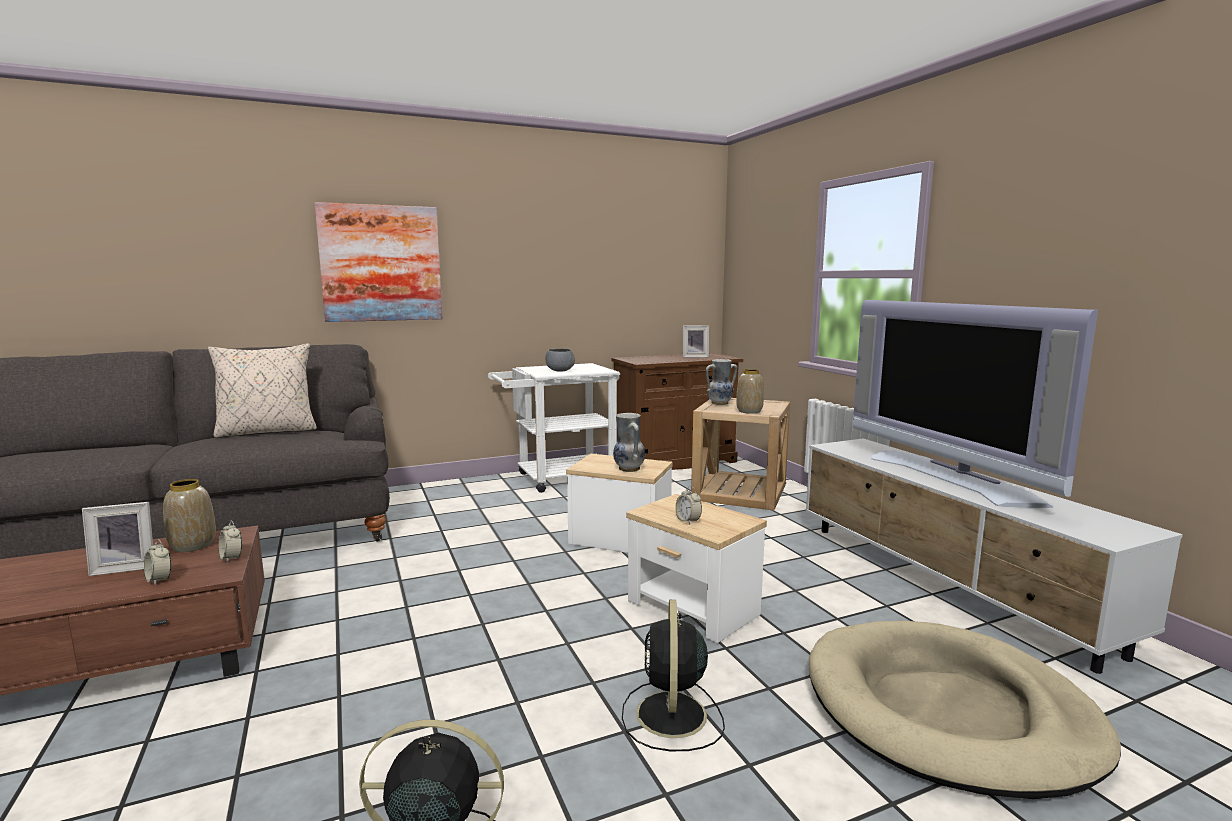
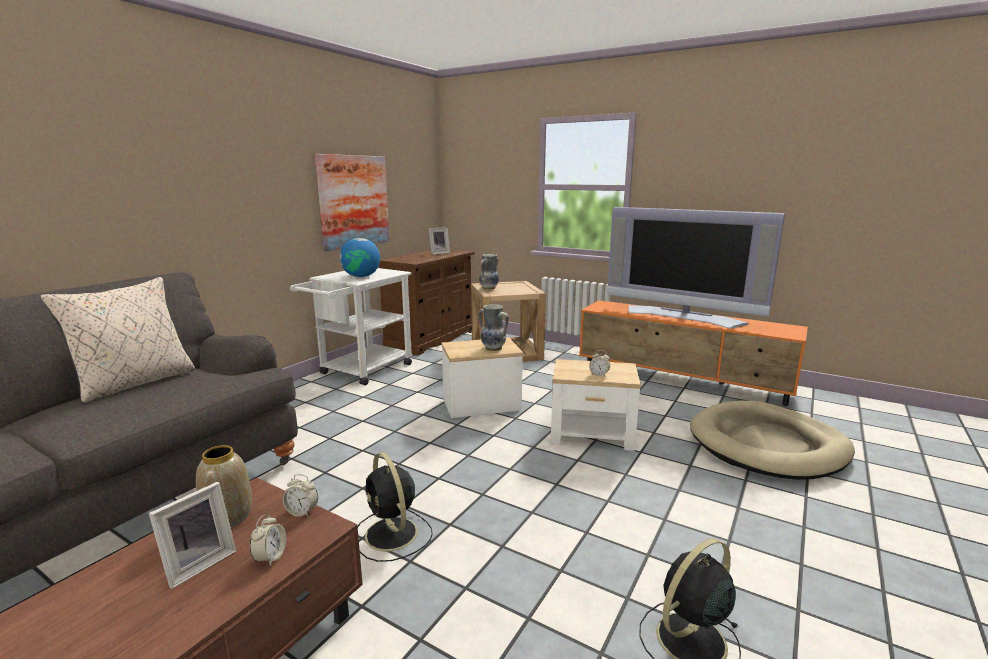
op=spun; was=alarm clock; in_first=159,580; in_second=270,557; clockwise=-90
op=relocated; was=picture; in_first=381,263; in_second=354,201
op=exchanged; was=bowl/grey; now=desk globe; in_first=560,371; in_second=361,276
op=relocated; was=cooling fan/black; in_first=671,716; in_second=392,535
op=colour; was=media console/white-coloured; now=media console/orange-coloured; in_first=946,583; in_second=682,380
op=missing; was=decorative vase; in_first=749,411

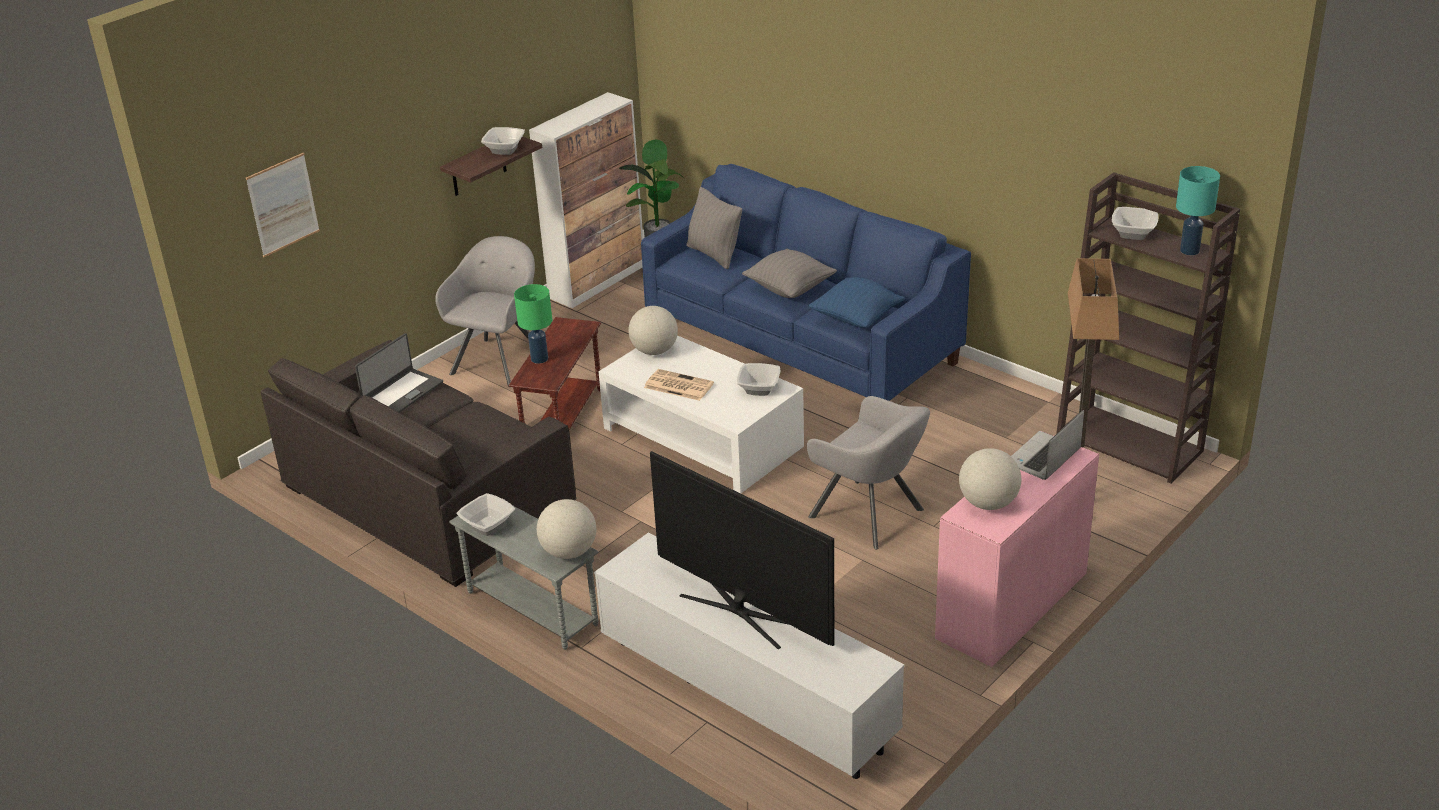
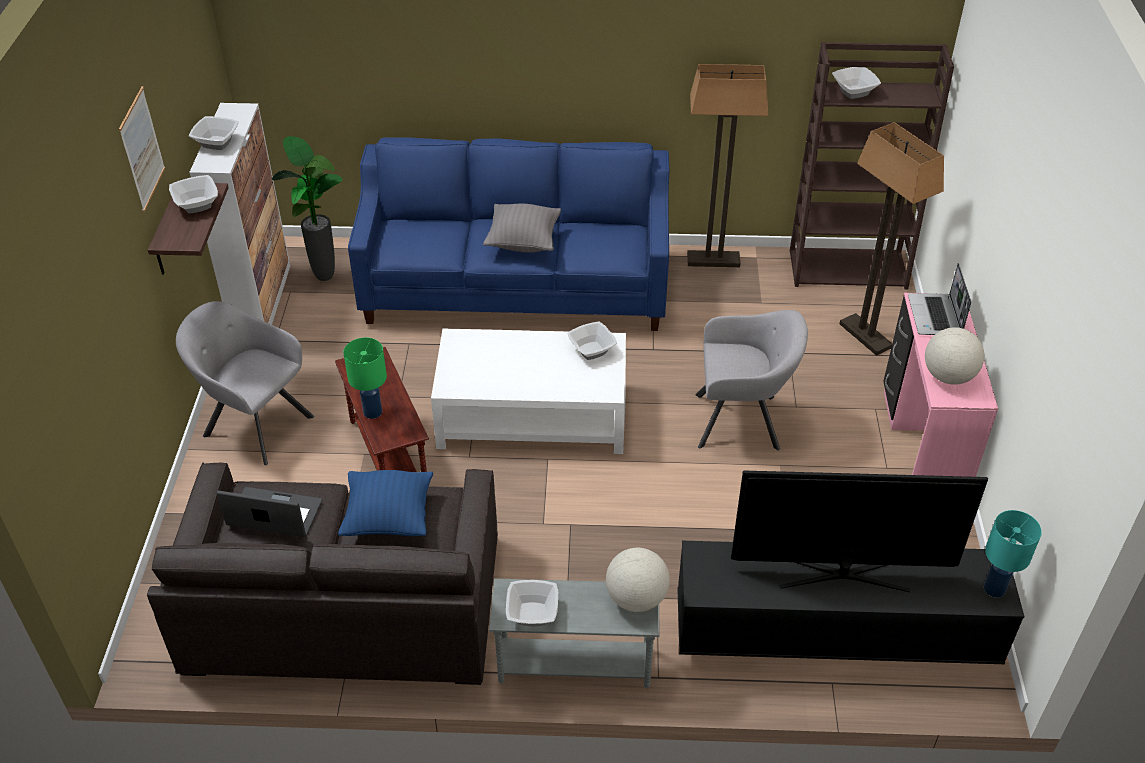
op=relocated; was=picture; in_first=283,204; in_second=142,149
op=spun; was=lounge chair/grey; in_first=499,359; in_second=254,424; clockwise=-45
op=appeared; now=bowl; in_second=217,143
op=spun; was=laptop; in_first=402,392; in_second=274,515; clockwise=-75
op=relocated; was=pillow/blue-coloured; in_first=856,319; in_second=388,518
op=colour; was=media console/white-coloured; now=media console/black; in_first=746,693; in_second=831,638
op=appeared; now=standing lamp; in_second=713,260
op=relocated; was=tabletop lamp/blue-green; in_first=1189,251; in_second=994,589
op=missing; was=desk globe; in_first=654,351
op=missing; was=daily paper; in_first=677,386
op=missing; was=pillow/grey; in_first=714,254

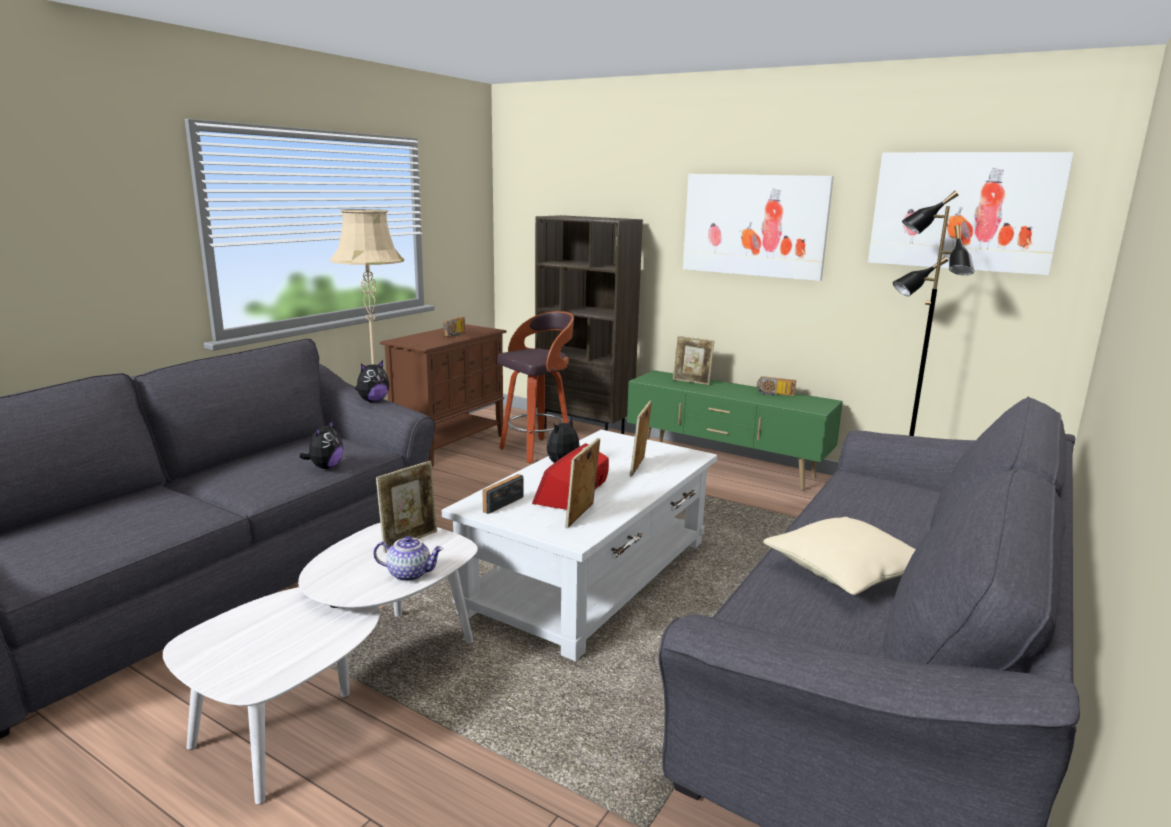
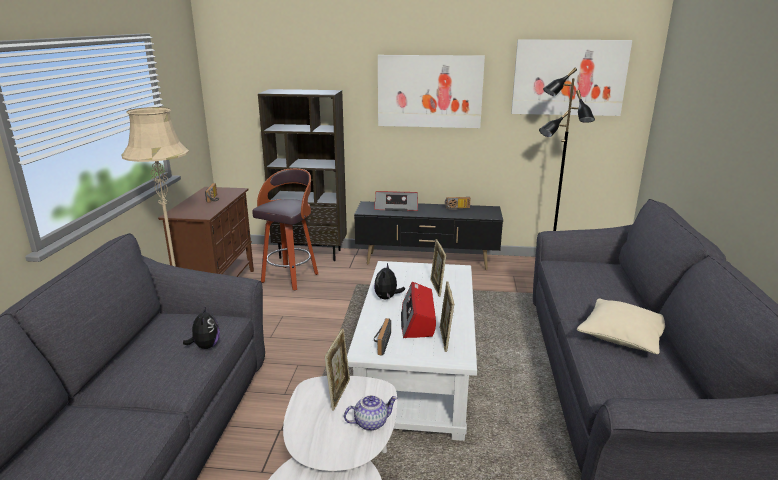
op=colour; was=media console/greenish; now=media console/black; in_first=726,466; in_second=427,262
op=exchanged; was=picture frame; now=radio; in_first=691,382; in_second=396,207
op=missing; was=cuddly toy; in_first=373,401

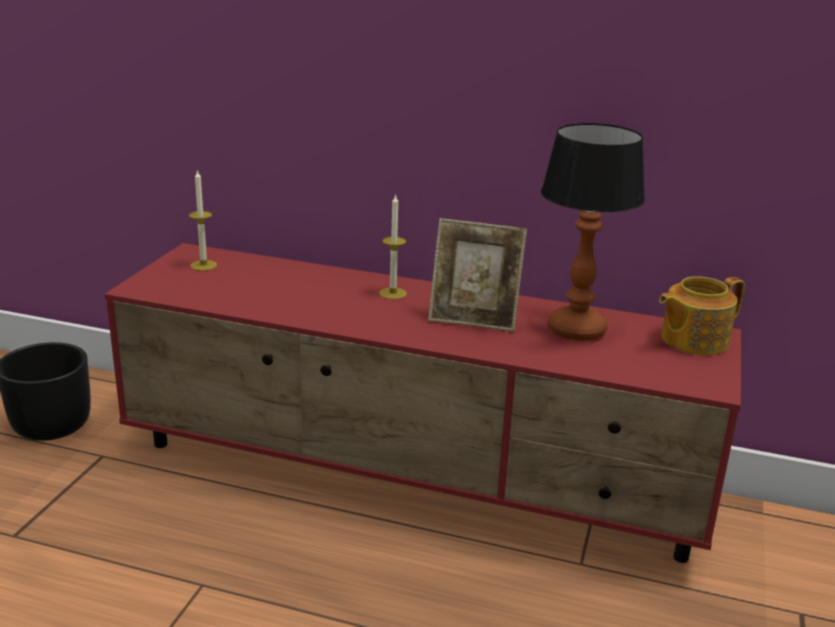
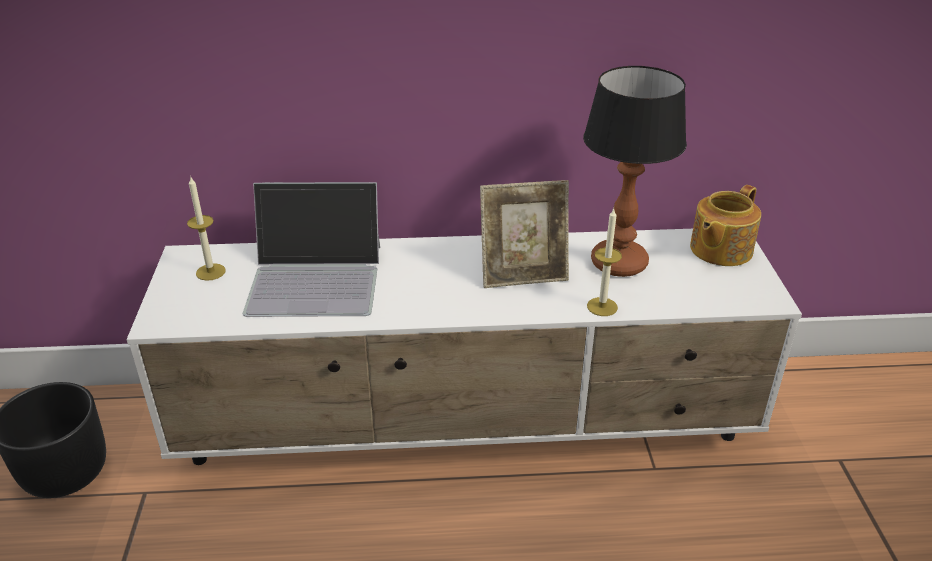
op=colour; was=media console/reddish; now=media console/white-coloured; in_first=414,480; in_second=469,425
op=appeared; now=laptop; in_second=316,278
op=relocated; was=wax light; in_first=393,293; in_second=602,307

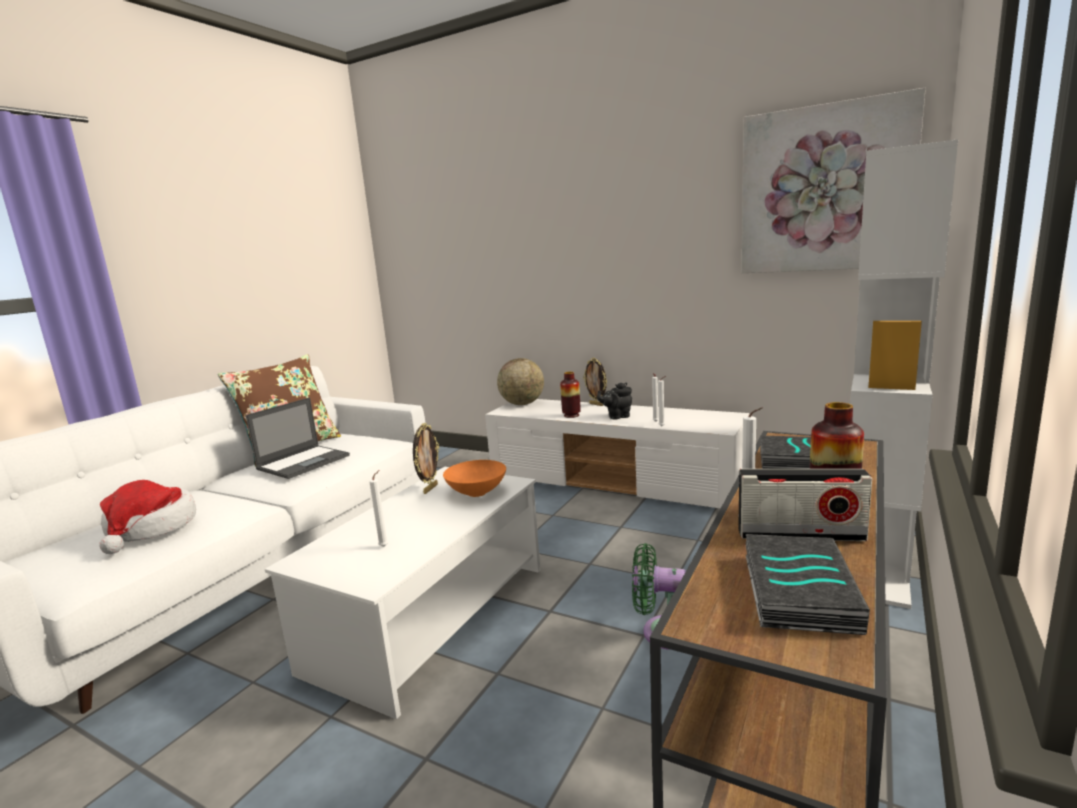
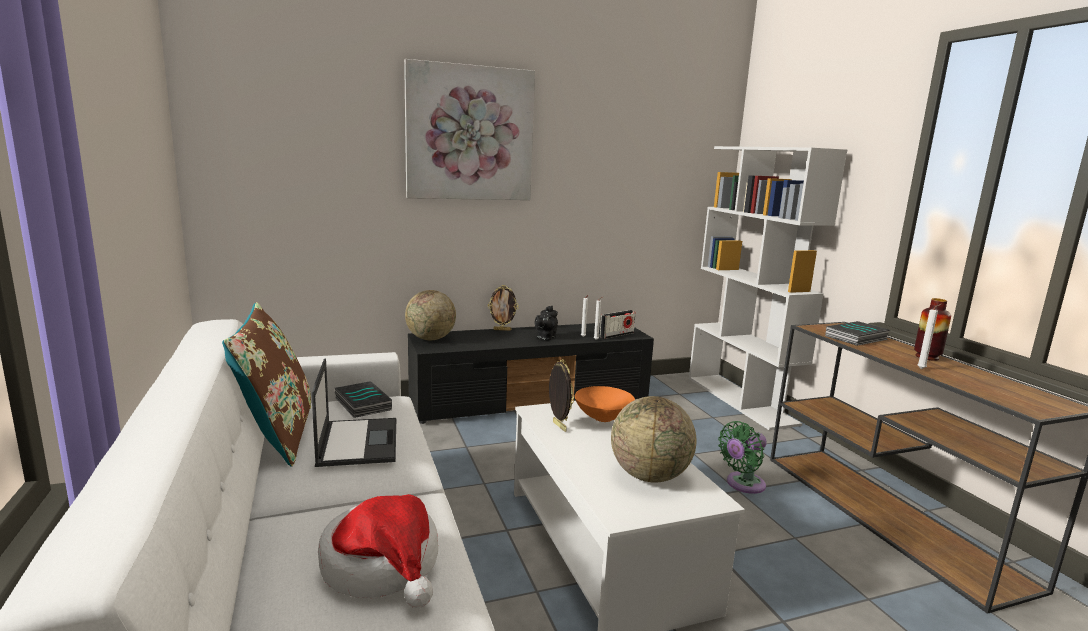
op=relocated; was=book; in_first=795,589; in_second=361,404
op=relocated; was=picture; in_first=825,189; in_second=470,133
op=colour; was=media console/white-coloured; now=media console/black; in_first=615,483; in_second=531,400
op=relocated; was=radio; in_first=800,535; in_second=616,335
op=exchanged; was=wax light/white-coloured; now=desk globe; in_first=385,546; in_second=649,476
op=missing; was=decorative vase; in_first=571,415

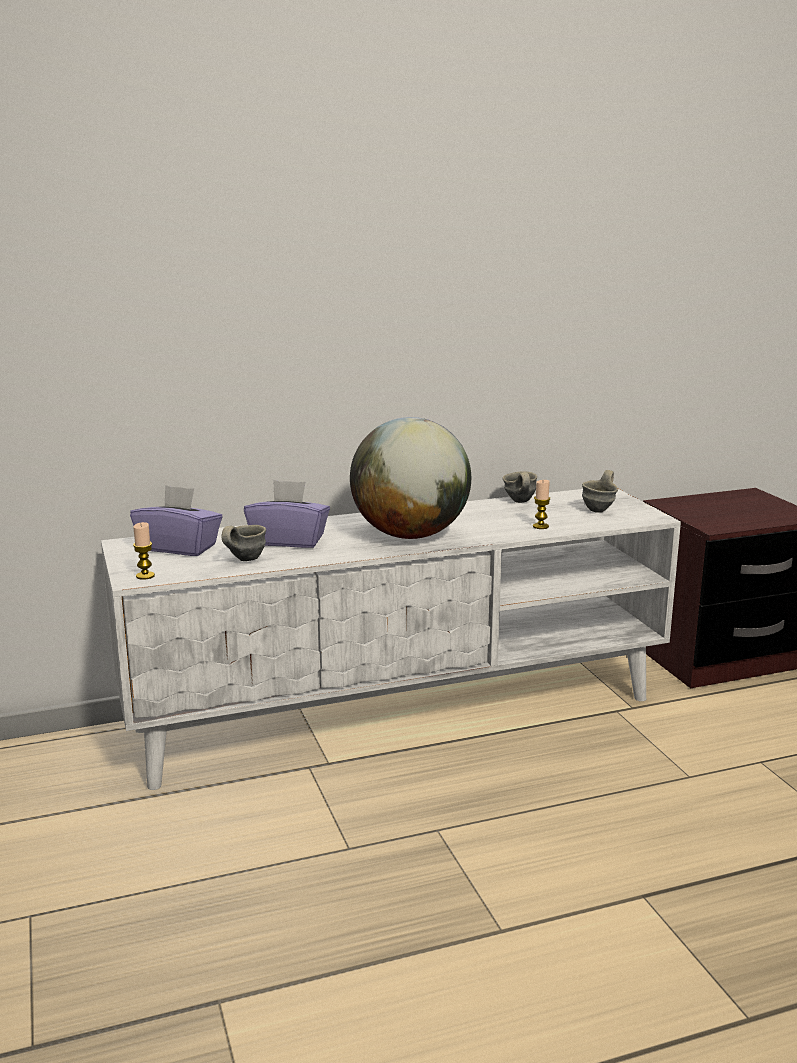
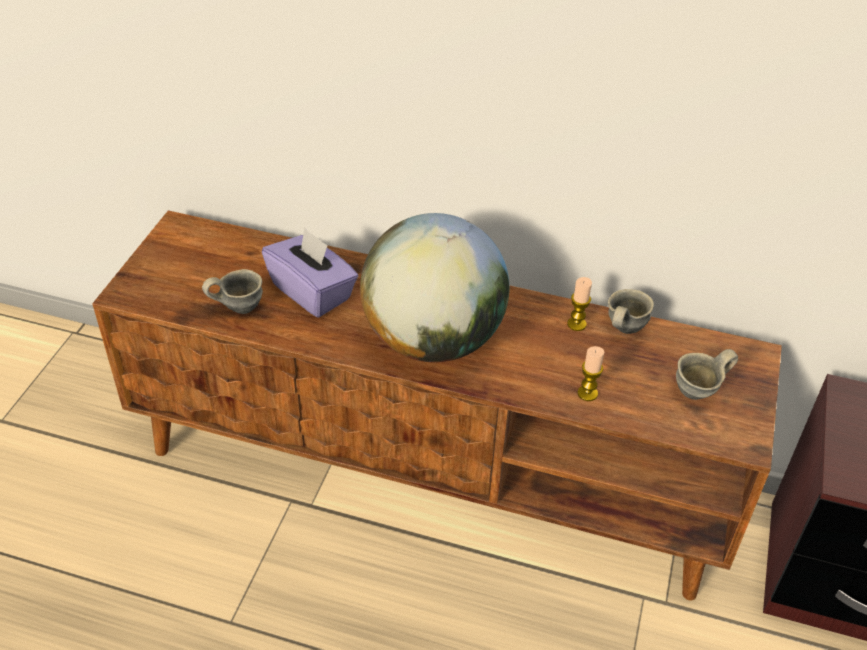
op=colour; was=media console/white-coloured; now=media console/brown; in_first=399,712; in_second=431,473
op=relocated; was=wax light; in_first=145,576; in_second=576,324
op=missing; was=tissue holder/purple; in_first=179,547

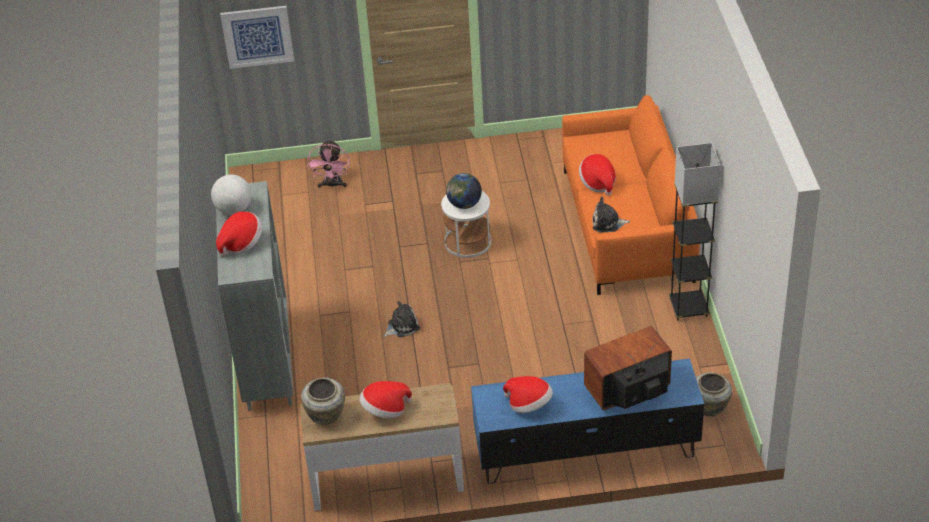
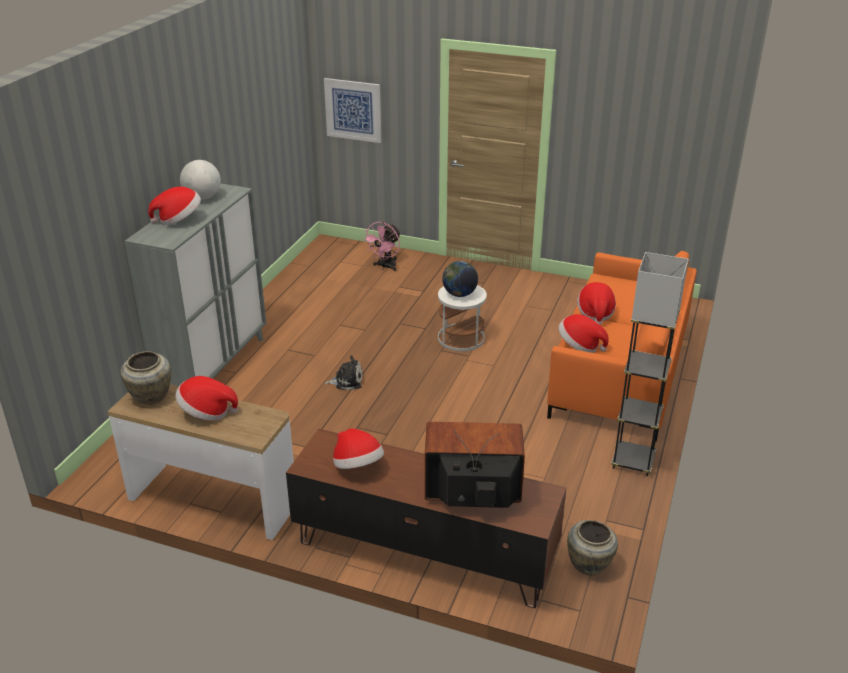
op=colour; was=media console/blue-coloured; now=media console/brown; in_first=585,450; in_second=423,552
op=exchanged; was=cuddly toy; now=hat; in_first=607,223; in_second=580,346

